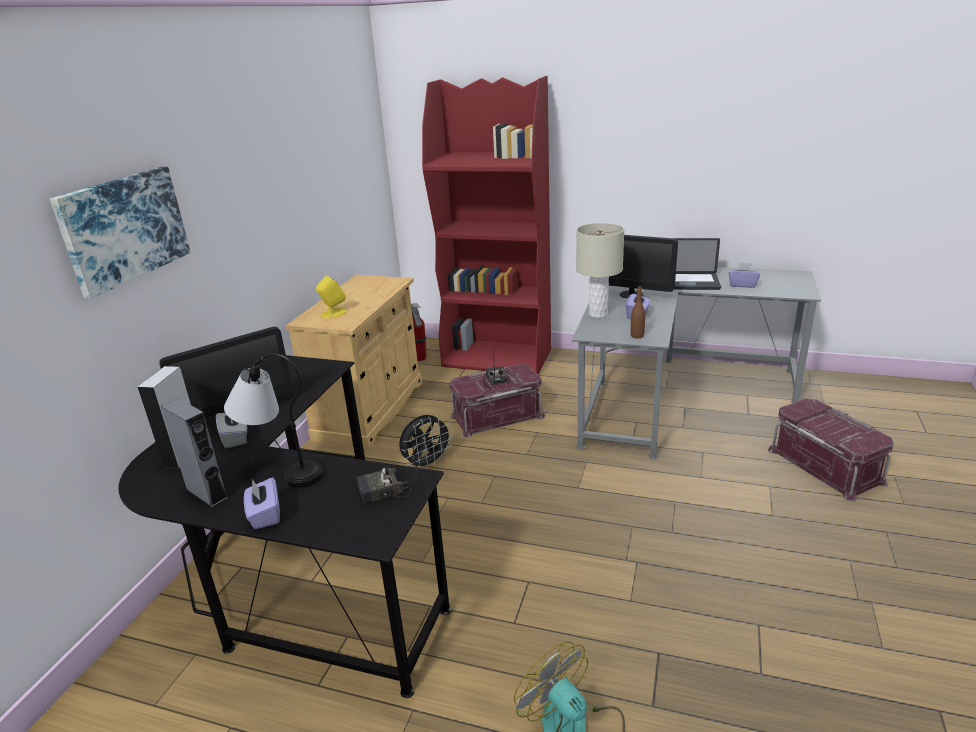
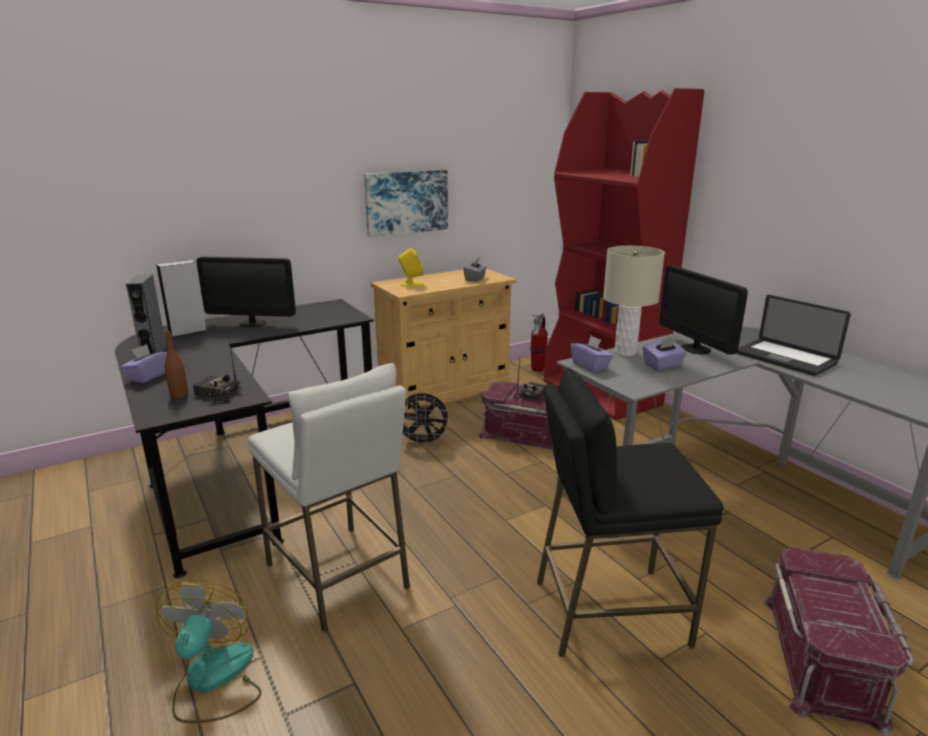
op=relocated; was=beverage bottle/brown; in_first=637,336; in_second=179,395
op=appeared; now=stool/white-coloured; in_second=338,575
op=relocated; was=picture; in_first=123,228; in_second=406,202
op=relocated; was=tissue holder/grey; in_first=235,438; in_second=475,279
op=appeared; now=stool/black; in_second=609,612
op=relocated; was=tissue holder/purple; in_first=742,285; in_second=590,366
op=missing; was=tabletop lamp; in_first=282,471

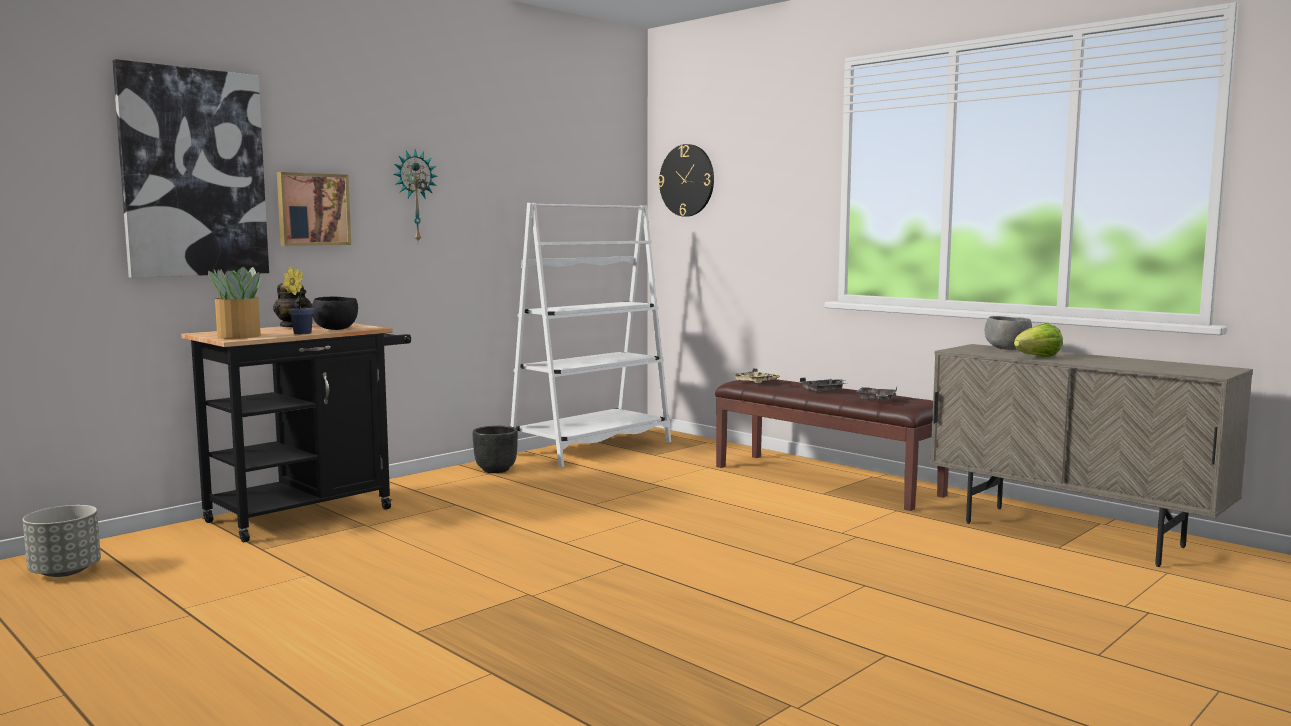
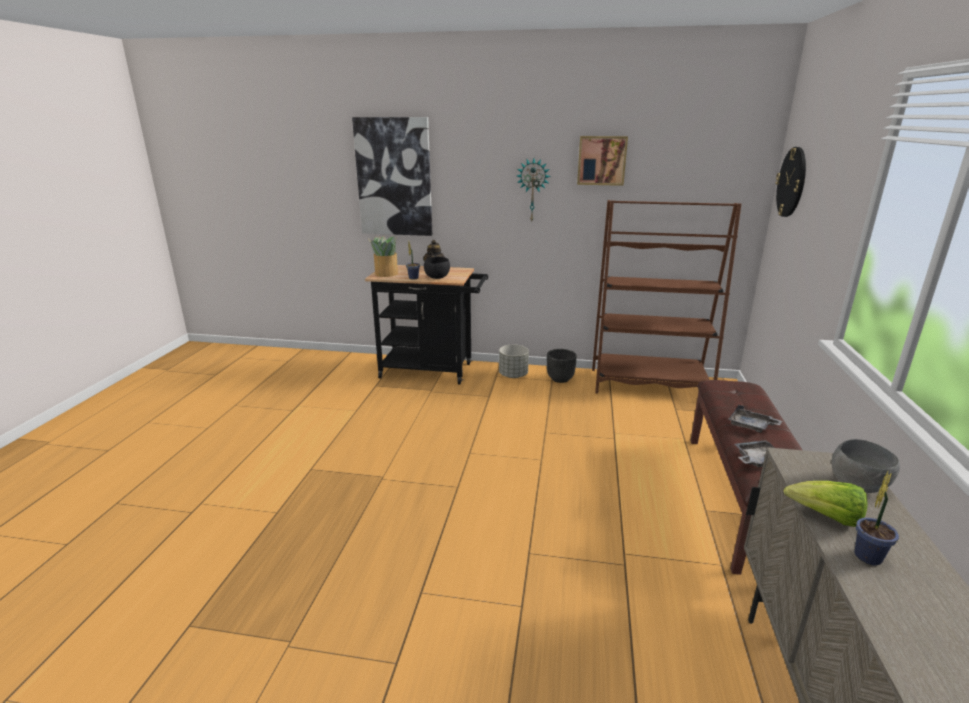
op=relocated; was=planter/grey; in_first=66,572; in_second=513,375
op=relocated; was=picture; in_first=313,209; in_second=601,160
op=colour; was=bookshelf/white-coloured; now=bookshelf/brown; in_first=592,448; in_second=649,385
op=appeared; now=potted plant; in_second=868,555
op=missing; was=tray/beige; in_first=756,382

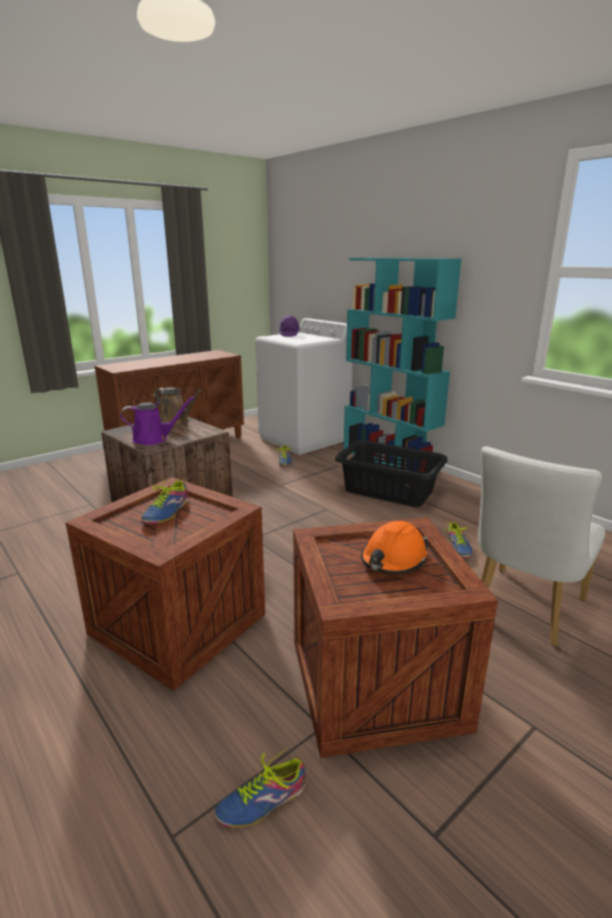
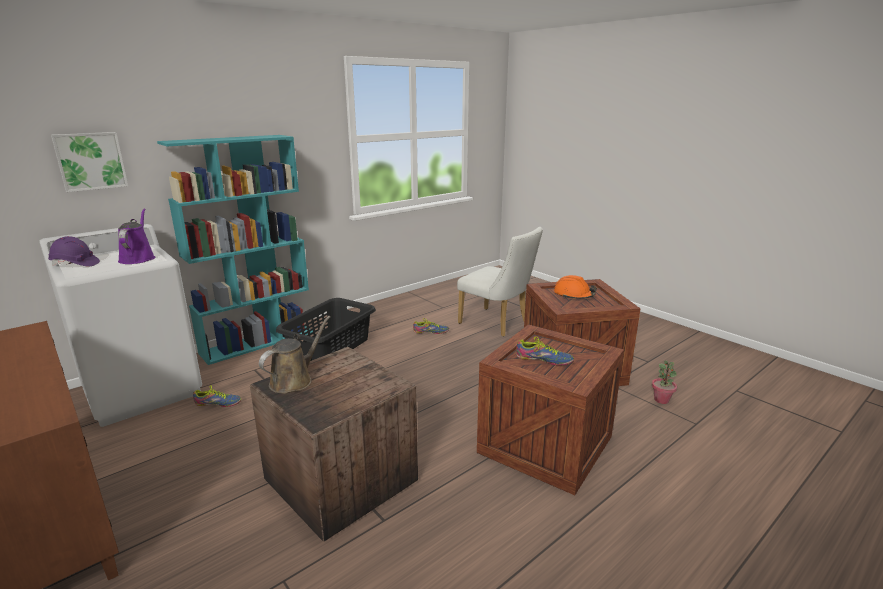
op=appeared; now=picture; in_second=90,161
op=relocated; was=watering can/purple; in_first=154,439; in_second=138,258
op=exchanged; was=shoe; now=potted plant; in_first=262,801; in_second=661,400

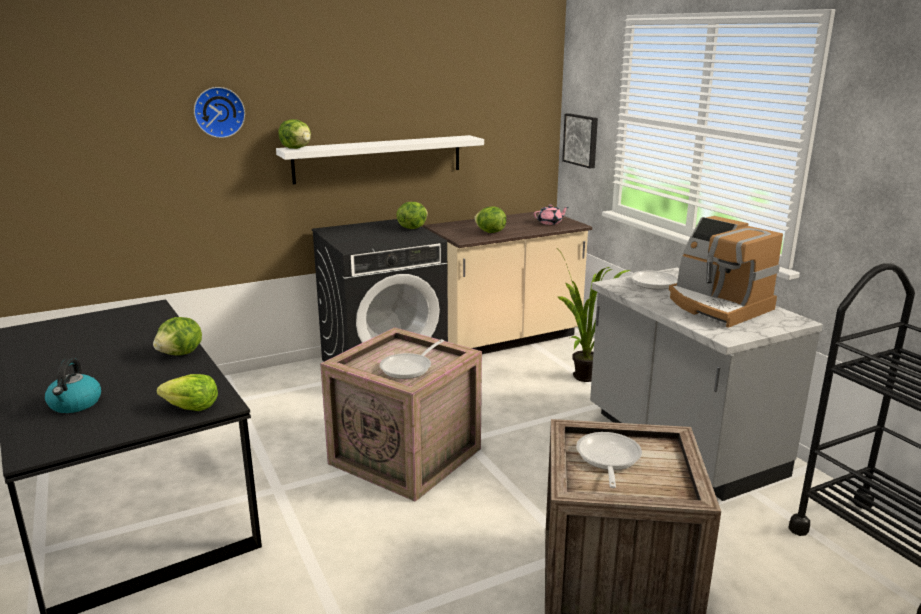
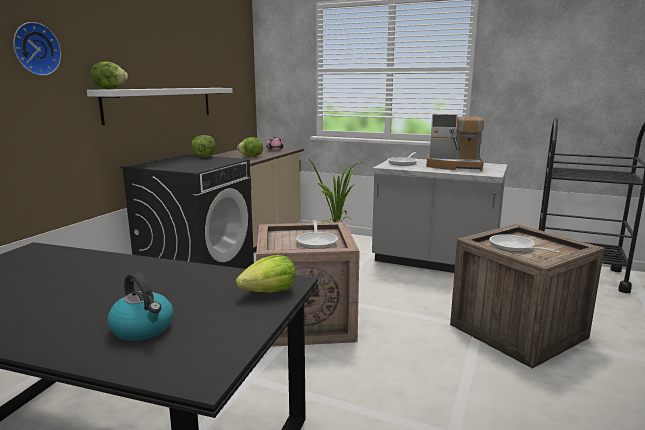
op=missing; was=lettuce head; in_first=181,354
op=missing; was=picture; in_first=581,140

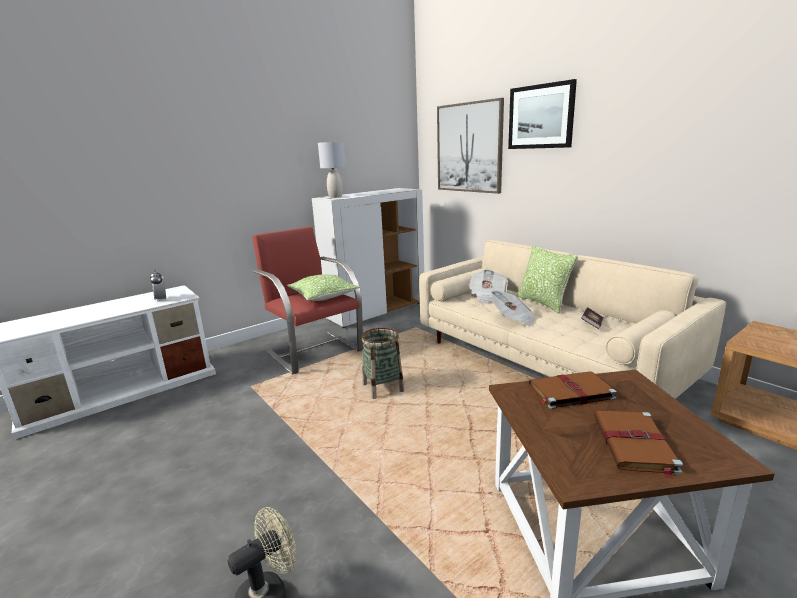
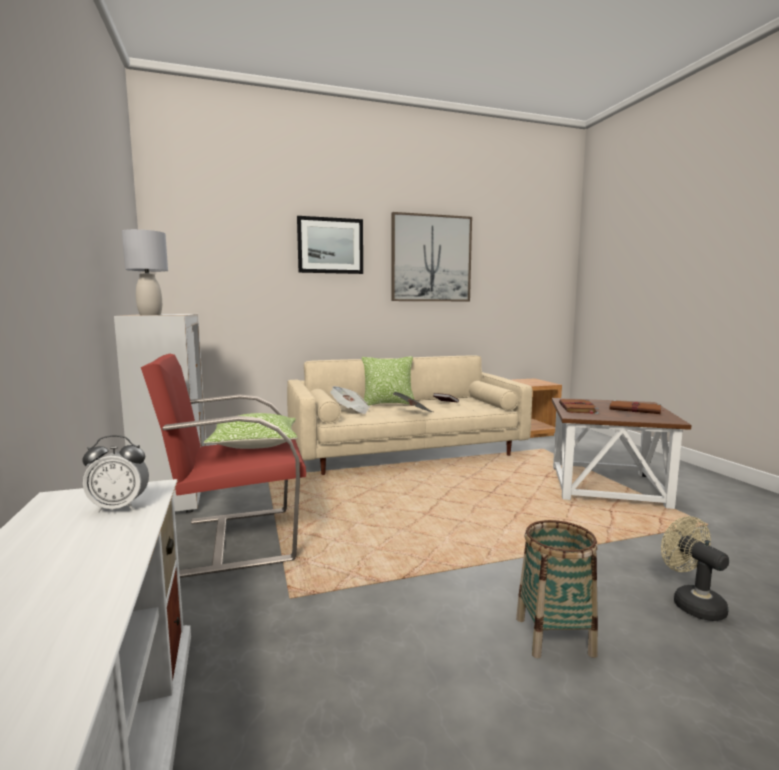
op=relocated; was=picture; in_first=469,148; in_second=431,258
op=relocated; was=basket; in_first=383,388; in_second=554,636

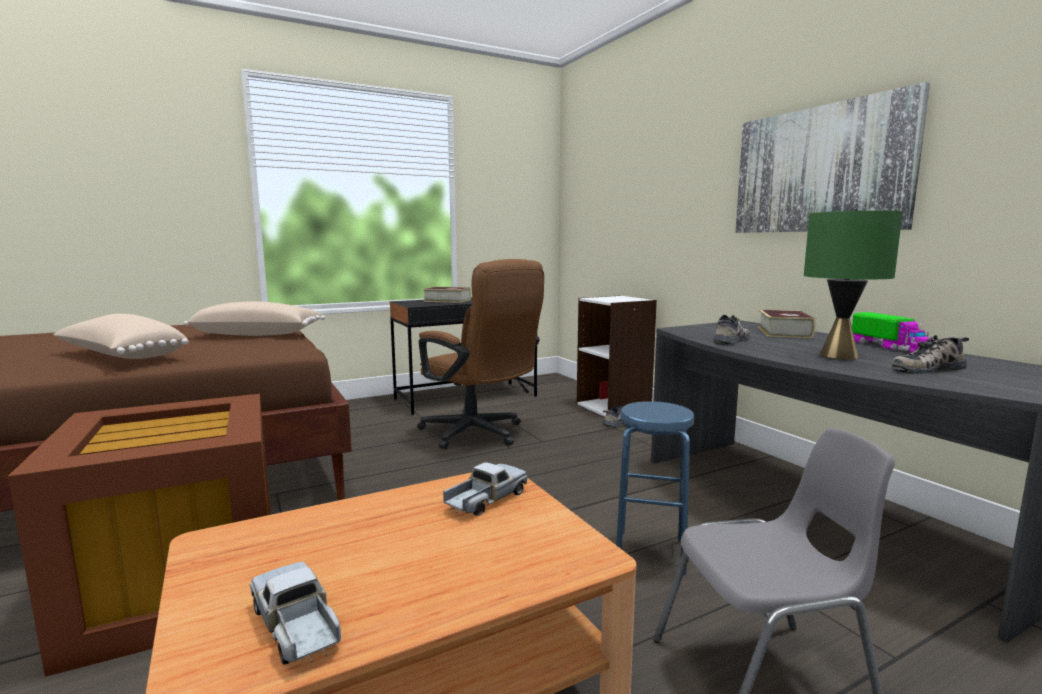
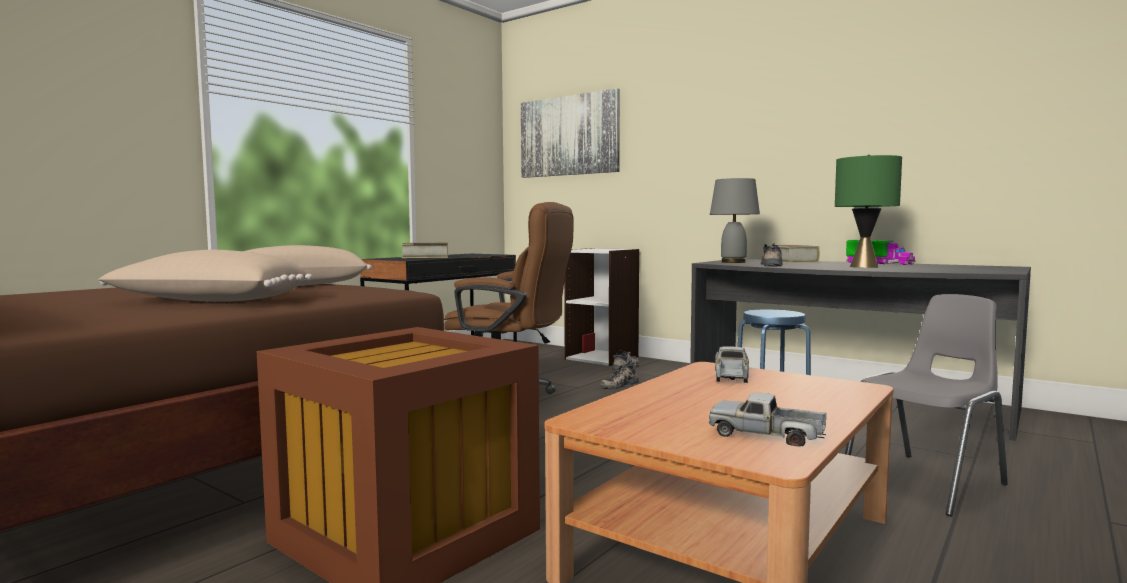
op=relocated; was=picture; in_first=819,170; in_second=569,136
op=relocated; was=shoe; in_first=926,368; in_second=619,384
op=appeared; now=tabletop lamp/grey; in_second=734,262

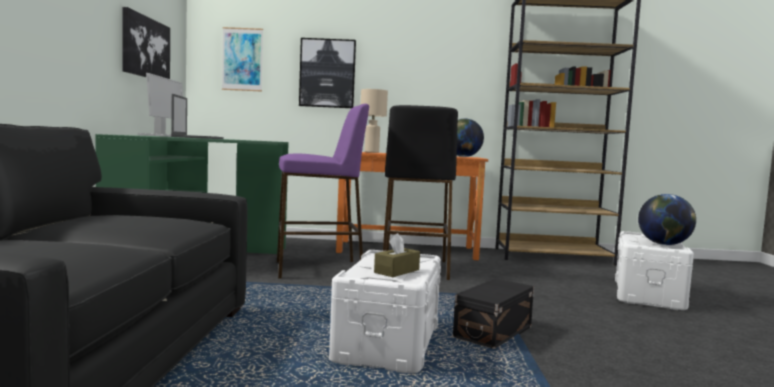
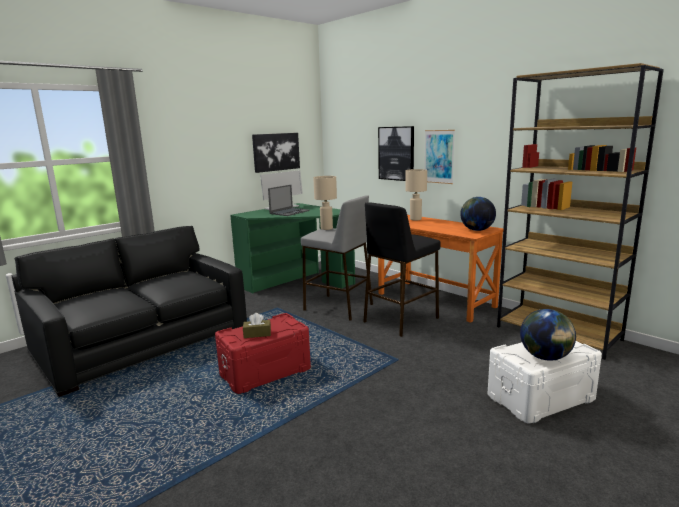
op=colour; was=storage box/white-coloured; now=storage box/reddish; in_first=389,342; in_second=265,372
op=colour; was=stool/purple; now=stool/grey; in_first=319,269; in_second=339,307
op=appeared; now=tabletop lamp/beige; in_second=326,228
op=relocated; was=picture; in_first=242,59; in_second=439,156
op=missing; was=storage box/black; in_first=495,332

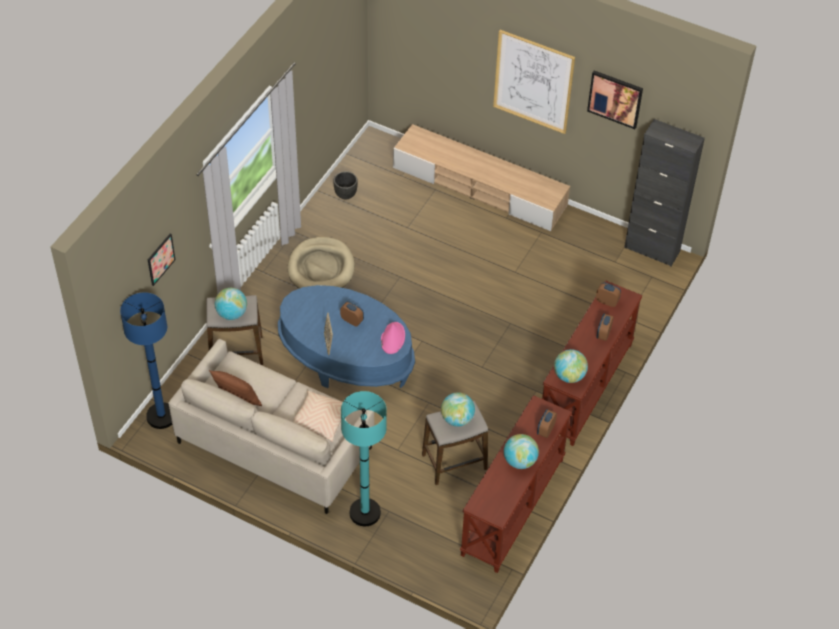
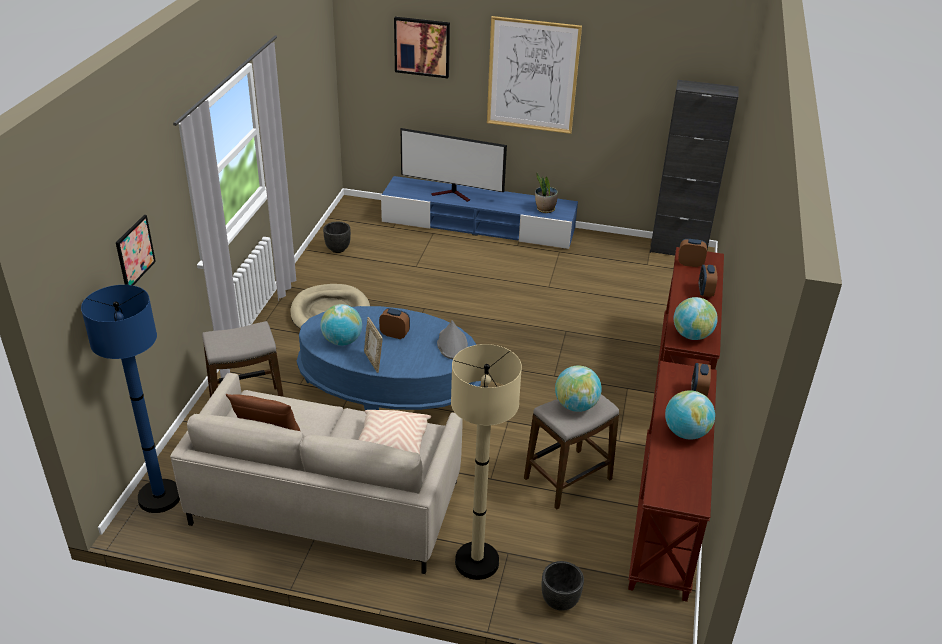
op=relocated; was=desk globe; in_first=232,314; in_second=342,341
op=colour; was=media console/beige; now=media console/blue-coloured; in_first=480,187; in_second=479,226
op=relocated; was=picture; in_first=615,98; in_second=422,47
op=appeared; now=TV set; in_second=453,194
op=colour; was=hat/pinkish; now=hat/grey; in_first=392,338; in_second=452,344
op=colour; was=standing lamp/blue-green; now=standing lamp/beige; in_first=365,513; in_second=477,562
op=appeared; now=potted plant; in_second=545,209
op=appeared; now=planter/black; in_second=559,602

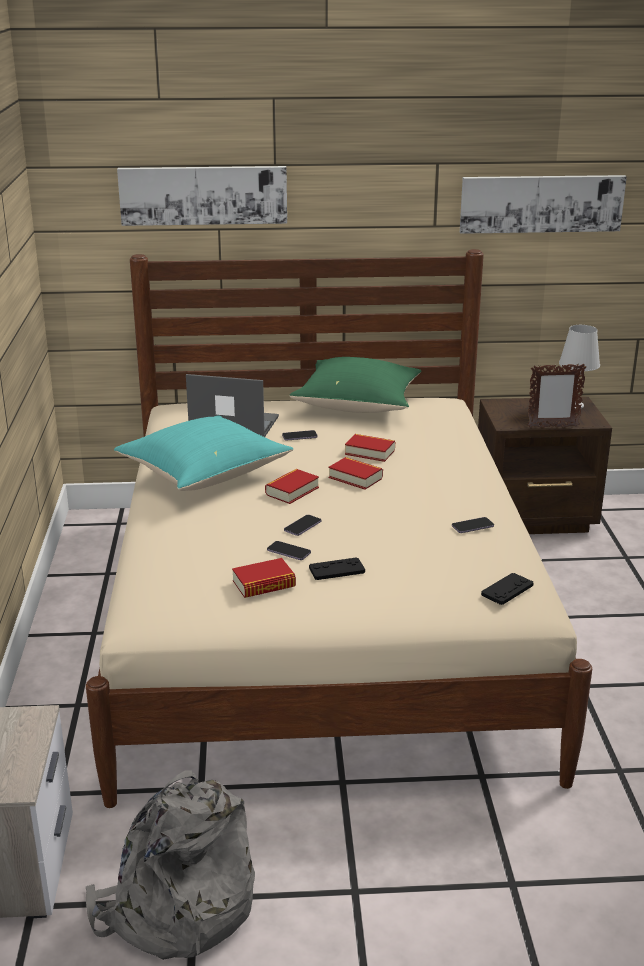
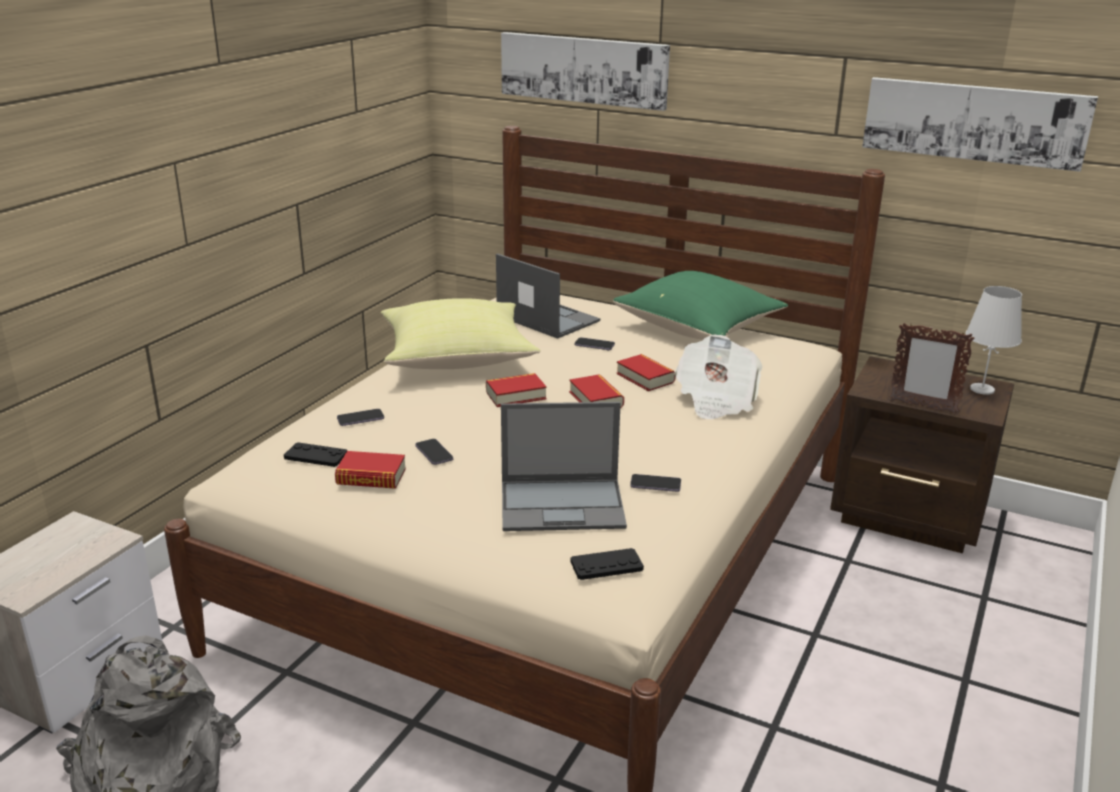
op=relocated; was=game controller/black; in_first=337,570; in_second=316,456
op=relocated; was=handset; in_first=302,526; in_second=360,419
op=colour; was=pillow/blue-green; now=pillow/yellow; in_first=205,474; in_second=458,359
op=appeared; now=laptop; in_second=563,505
op=appeared; now=daily paper; in_second=716,400

